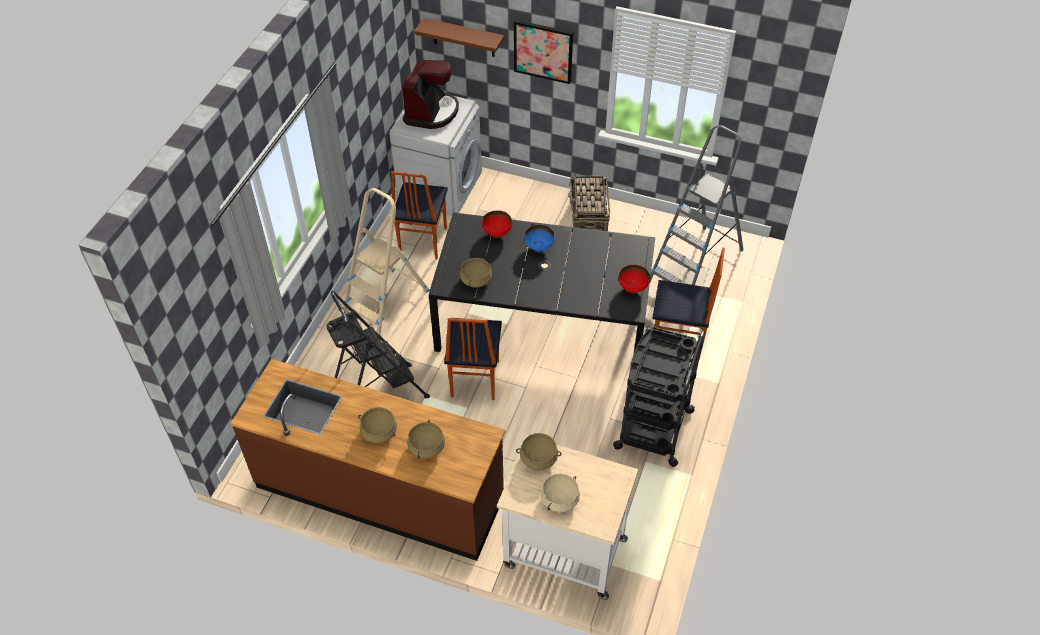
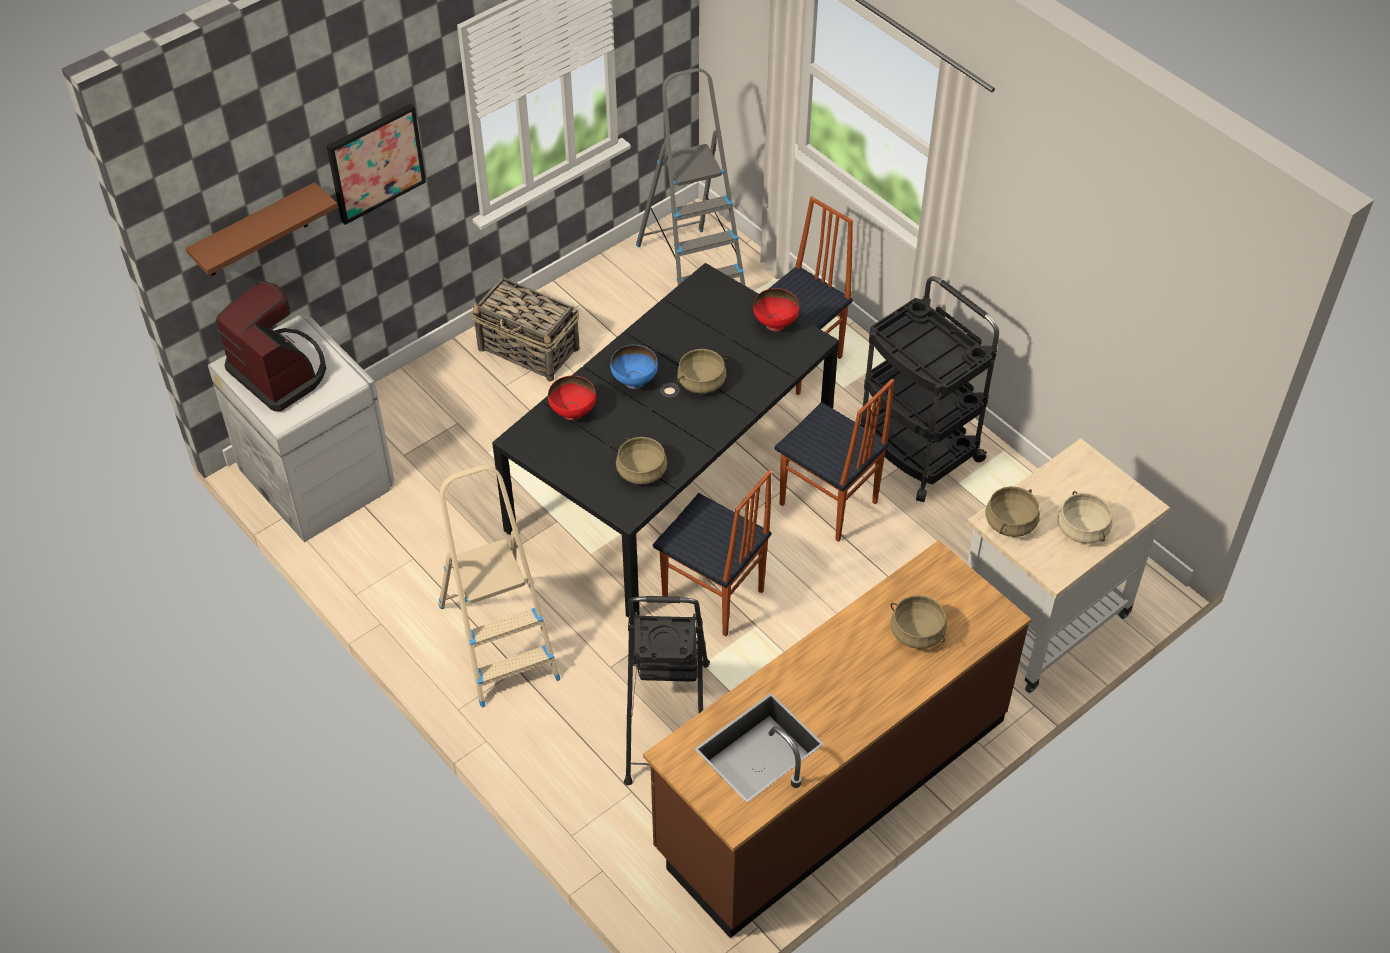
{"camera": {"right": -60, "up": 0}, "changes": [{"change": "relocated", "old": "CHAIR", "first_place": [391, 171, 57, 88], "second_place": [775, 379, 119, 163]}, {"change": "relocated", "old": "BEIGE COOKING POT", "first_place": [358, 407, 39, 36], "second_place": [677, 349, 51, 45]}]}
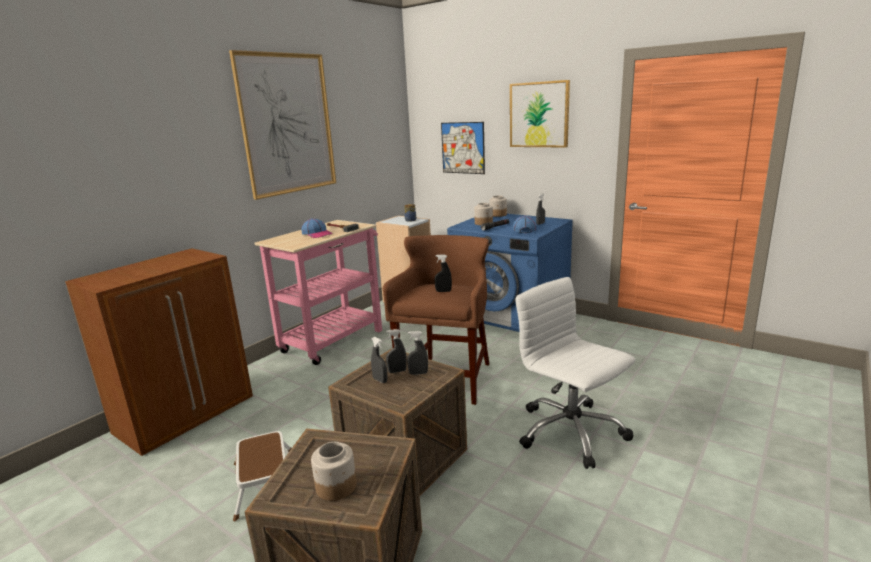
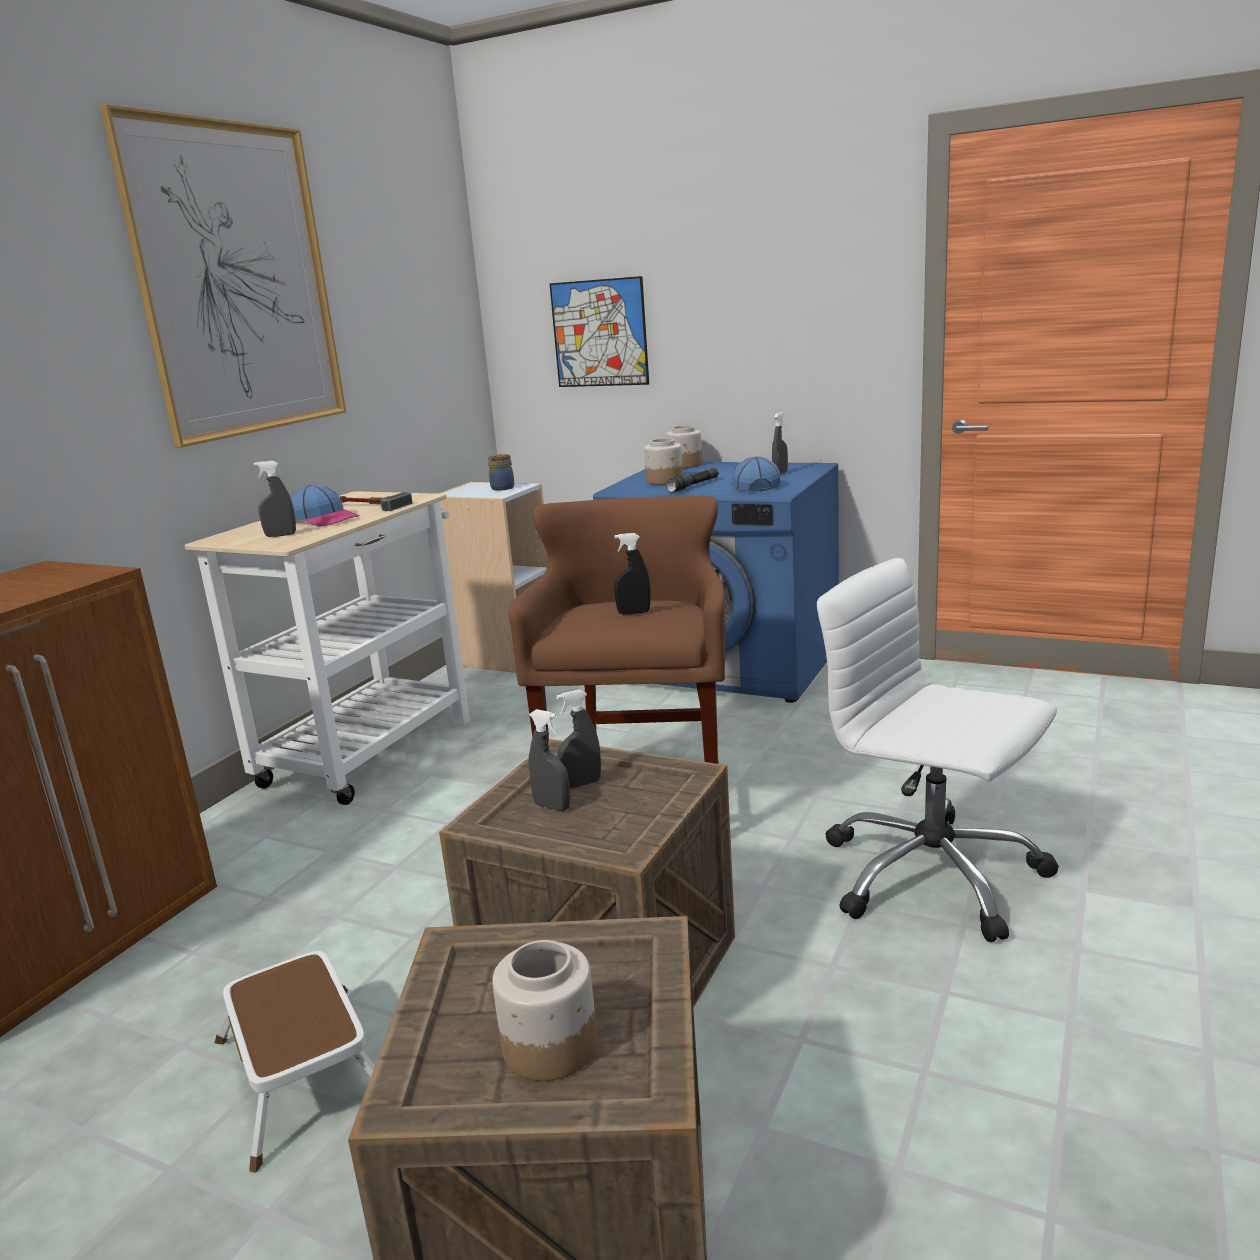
{"camera": {"right": -10, "up": 0}, "changes": [{"change": "missing", "old": "PICTURE", "first_place": [510, 80, 60, 68]}, {"change": "colour", "old": "PINK CART", "new": "WHITE CART", "first_place": [254, 220, 128, 145], "second_place": [184, 491, 286, 314]}, {"change": "relocated", "old": "GREY SPRAY BOTTLE", "first_place": [407, 331, 21, 44], "second_place": [254, 461, 42, 76]}]}
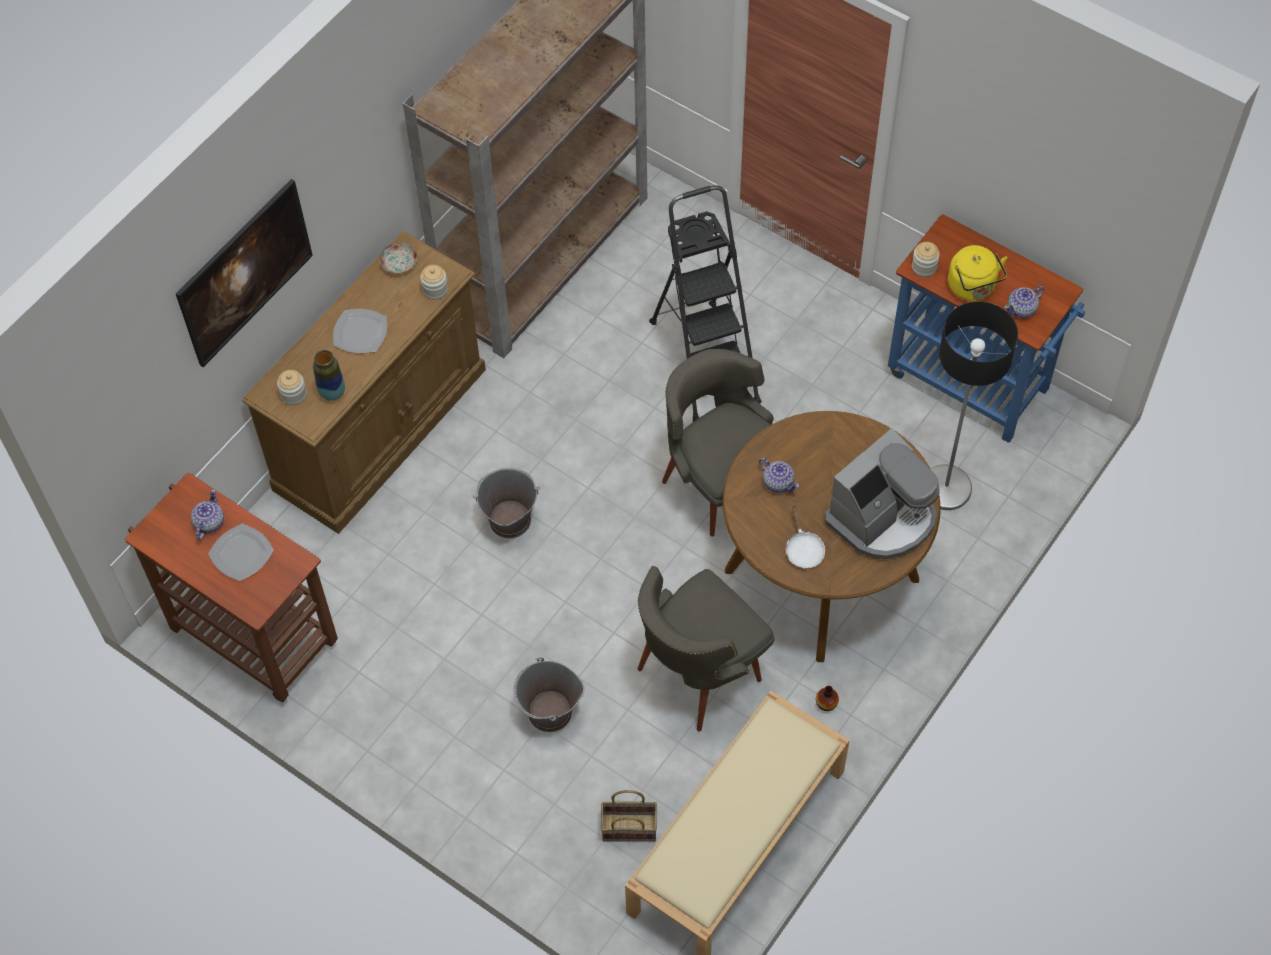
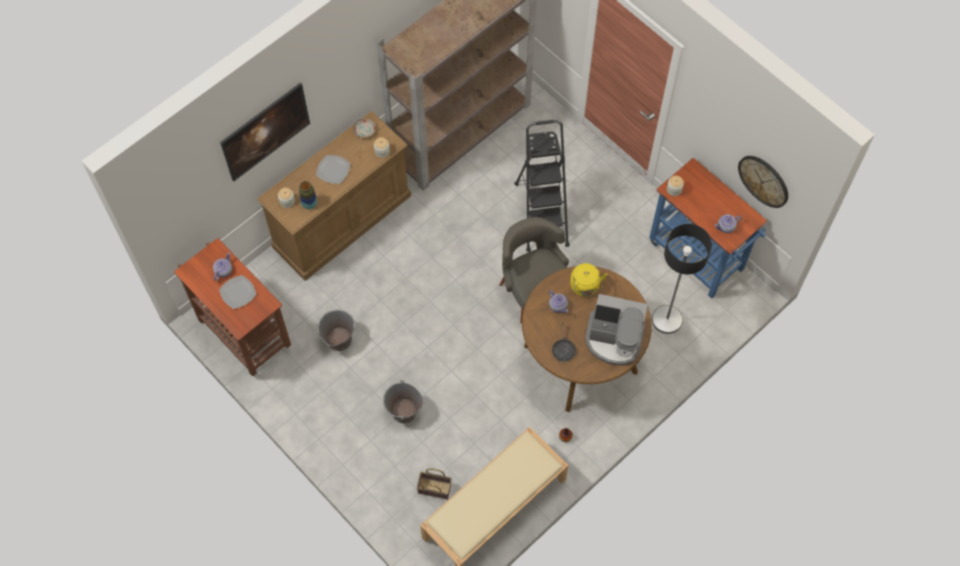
{"camera": {"right": 10, "up": 5}, "changes": [{"change": "relocated", "old": "YELLOW KETTLE", "first_place": [948, 245, 59, 56], "second_place": [570, 263, 37, 34]}, {"change": "spun", "old": "COFFEE MACHINE", "first_place": [825, 428, 115, 131], "second_place": [585, 294, 63, 71], "degrees": 45}, {"change": "relocated", "old": "GREY BUCKET", "first_place": [473, 468, 67, 70], "second_place": [316, 310, 41, 41]}, {"change": "colour", "old": "WHITE FRYING PAN", "new": "BLACK FRYING PAN", "first_place": [786, 506, 39, 63], "second_place": [552, 323, 24, 39]}, {"change": "missing", "old": "GREY CHAIR", "first_place": [637, 566, 137, 166]}, {"change": "appeared", "new": "WALL CLOCK", "second_place": [738, 156, 50, 52]}]}
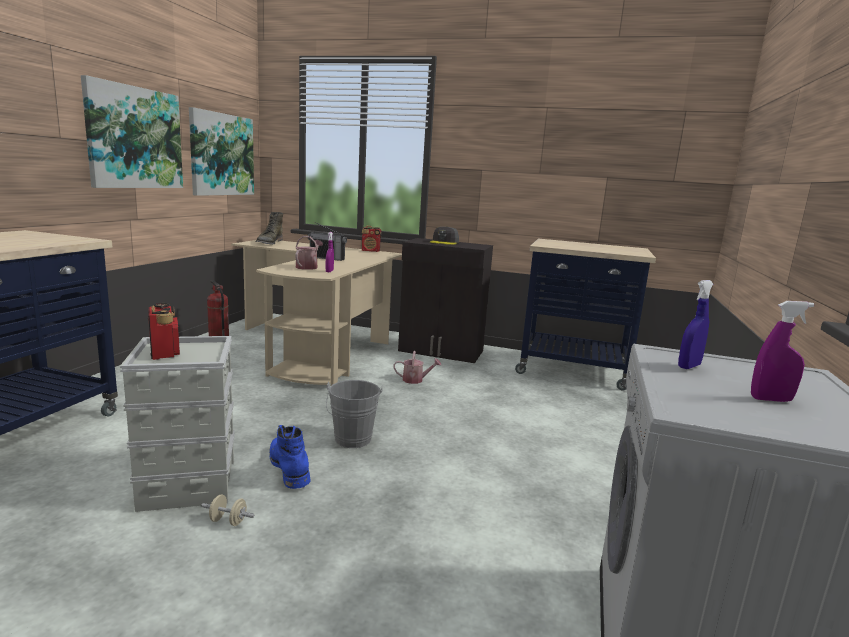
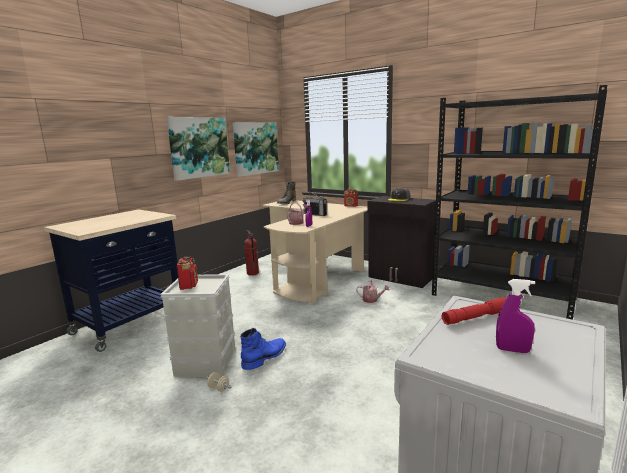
{"camera": {"right": 20, "up": 0}, "changes": [{"change": "exchanged", "old": "BLUE CART", "new": "BLACK BOOKCASE", "first_place": [515, 239, 141, 151], "second_place": [432, 85, 175, 235]}, {"change": "exchanged", "old": "BLUE SPRAY BOTTLE", "new": "RED FLASHLIGHT", "first_place": [678, 280, 35, 89], "second_place": [442, 297, 64, 28]}, {"change": "missing", "old": "GREY BUCKET", "first_place": [326, 380, 56, 68]}, {"change": "spun", "old": "BLUE BOOT", "first_place": [269, 425, 42, 64], "second_place": [240, 328, 46, 42], "degrees": 45}]}
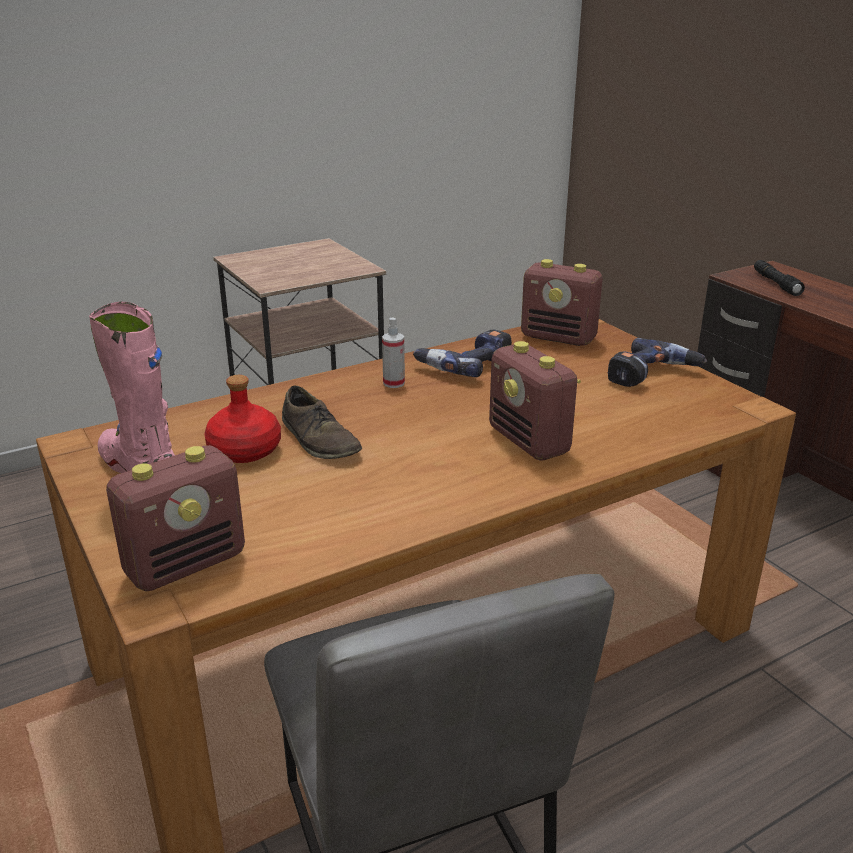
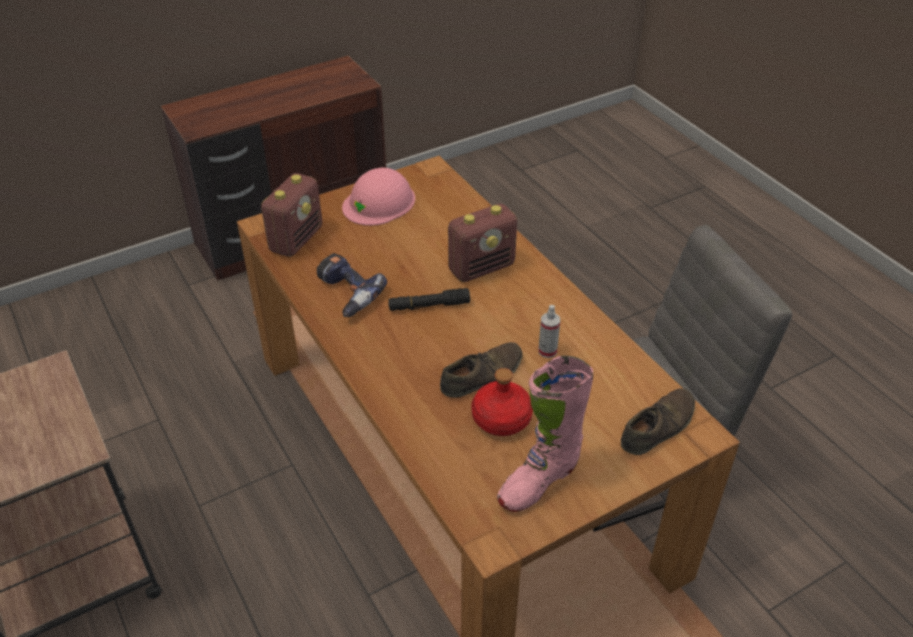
{"camera": {"right": -90, "up": 15}, "changes": [{"change": "relocated", "old": "BLACK FLASHLIGHT", "first_place": [754, 260, 51, 36], "second_place": [389, 288, 81, 23]}, {"change": "relocated", "old": "SPRAY BOTTLE", "first_place": [382, 318, 23, 70], "second_place": [538, 305, 22, 53]}, {"change": "exchanged", "old": "POWER DRILL", "new": "PINK HARD HAT", "first_place": [608, 338, 99, 49], "second_place": [342, 168, 73, 58]}, {"change": "exchanged", "old": "RADIO", "new": "BROWN SHOE", "first_place": [106, 445, 139, 147], "second_place": [621, 388, 74, 67]}]}
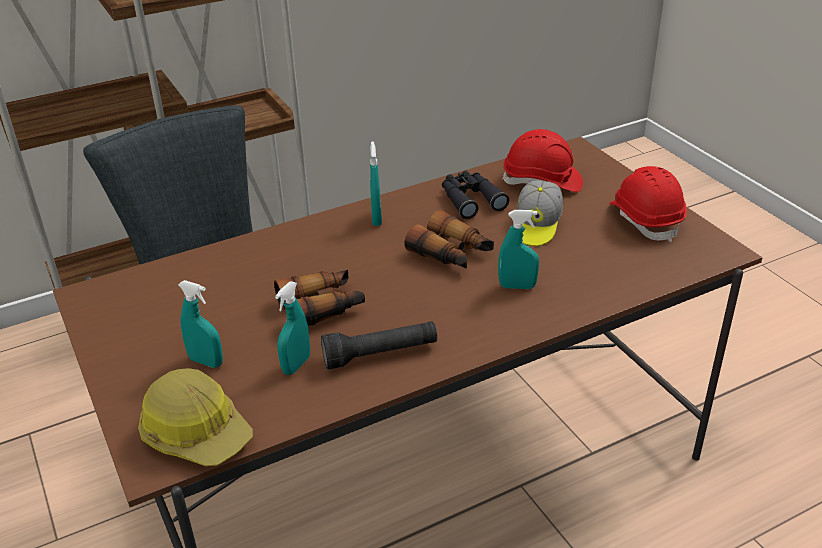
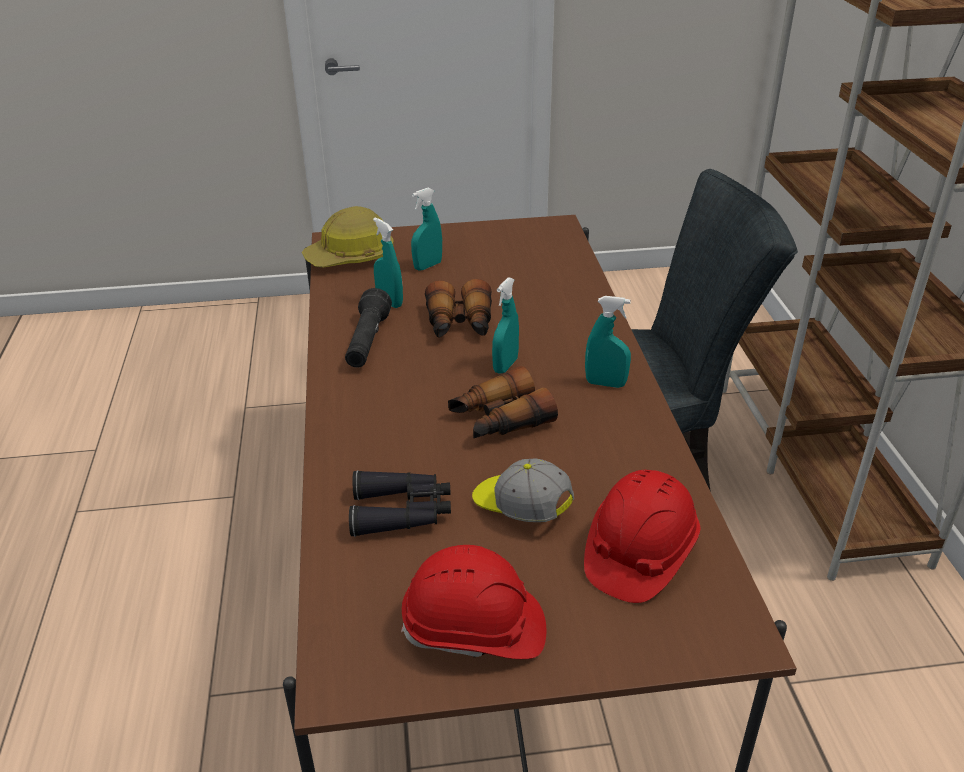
{"camera": {"right": 110, "up": 0}, "changes": [{"change": "relocated", "old": "BLACK BINOCULARS", "first_place": [442, 171, 67, 48], "second_place": [349, 470, 102, 67]}, {"change": "relocated", "old": "TURQUOISE SPRAY BOTTLE", "first_place": [498, 210, 41, 79], "second_place": [492, 277, 27, 97]}]}
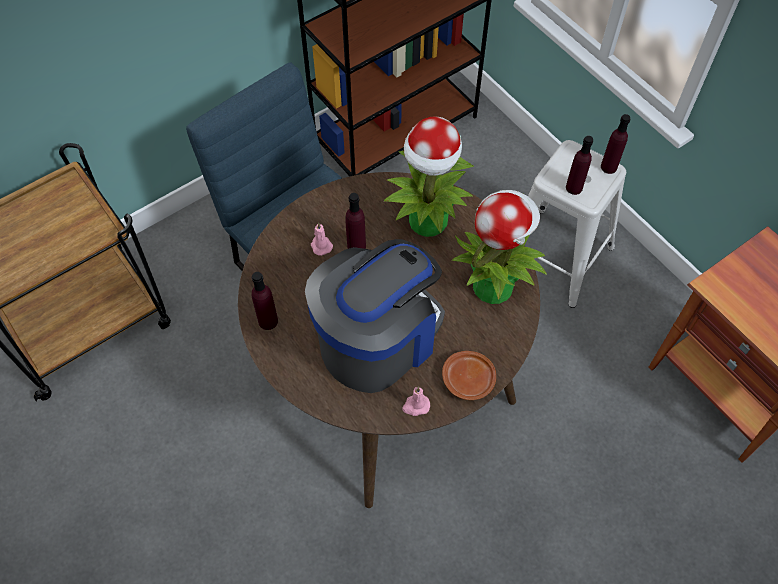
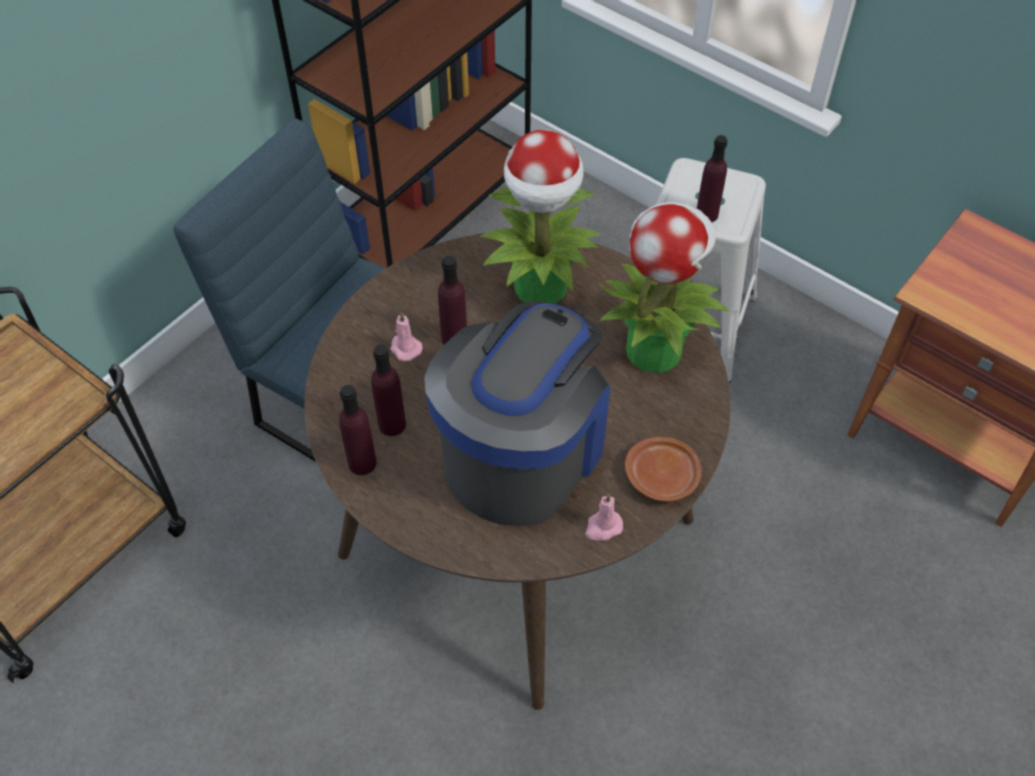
{"camera": {"right": -15, "up": -5}, "changes": [{"change": "relocated", "old": "PURPLE BOTTLE", "first_place": [601, 114, 30, 60], "second_place": [371, 345, 35, 91]}]}
